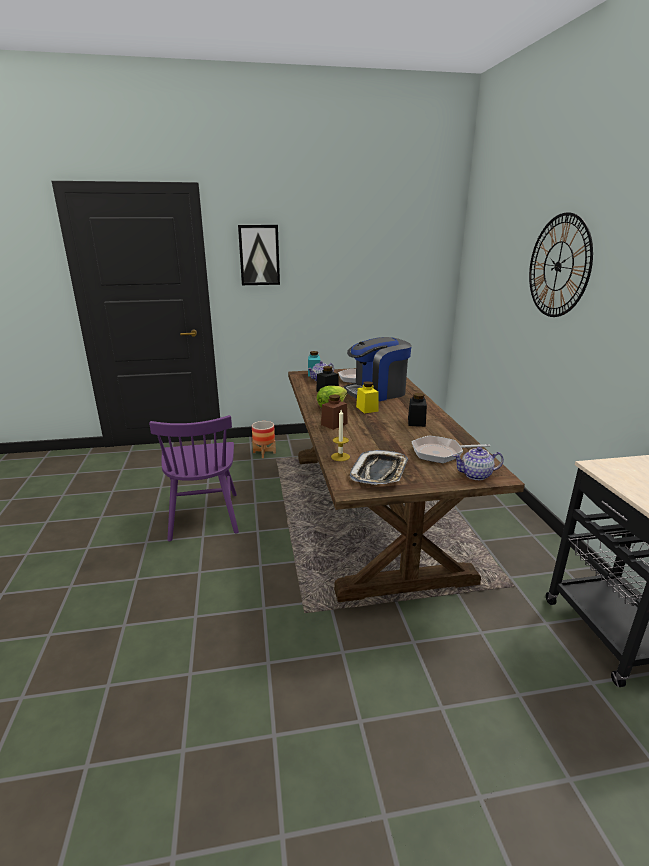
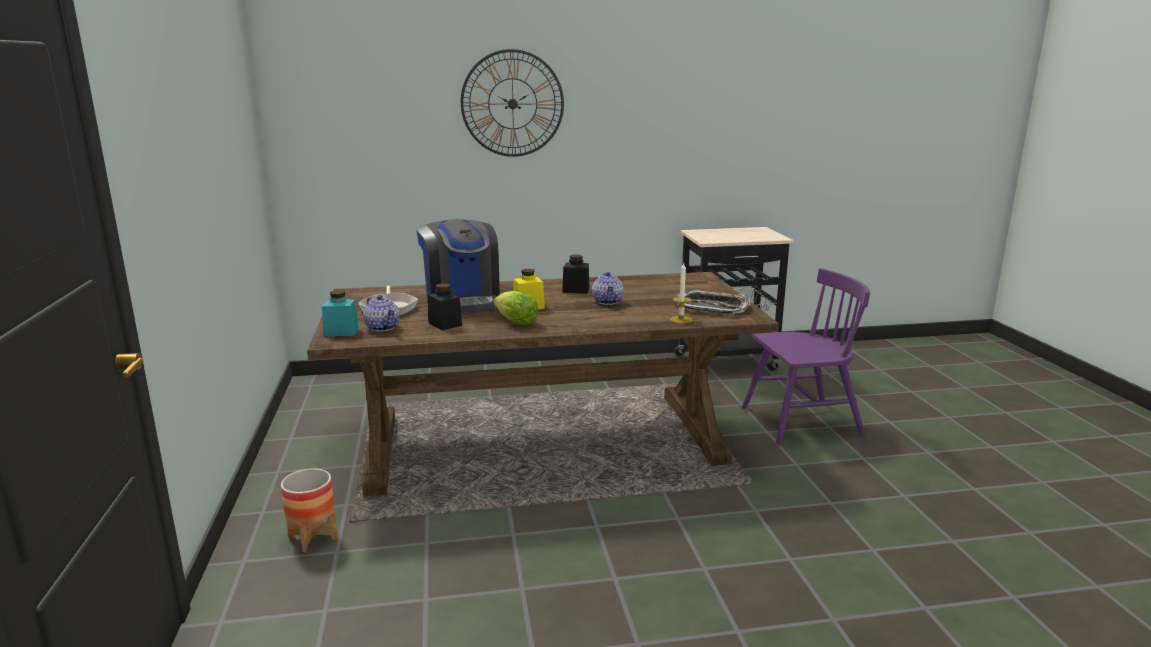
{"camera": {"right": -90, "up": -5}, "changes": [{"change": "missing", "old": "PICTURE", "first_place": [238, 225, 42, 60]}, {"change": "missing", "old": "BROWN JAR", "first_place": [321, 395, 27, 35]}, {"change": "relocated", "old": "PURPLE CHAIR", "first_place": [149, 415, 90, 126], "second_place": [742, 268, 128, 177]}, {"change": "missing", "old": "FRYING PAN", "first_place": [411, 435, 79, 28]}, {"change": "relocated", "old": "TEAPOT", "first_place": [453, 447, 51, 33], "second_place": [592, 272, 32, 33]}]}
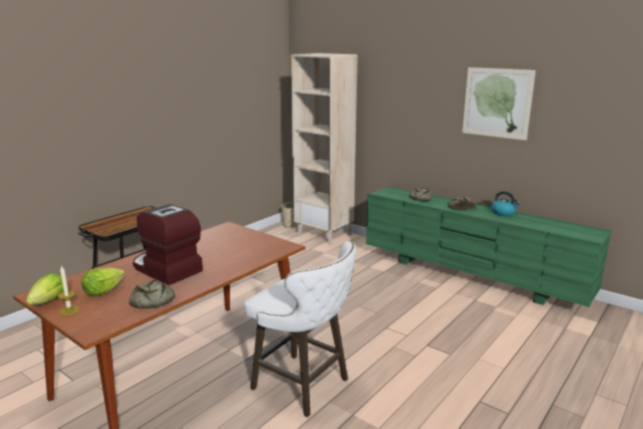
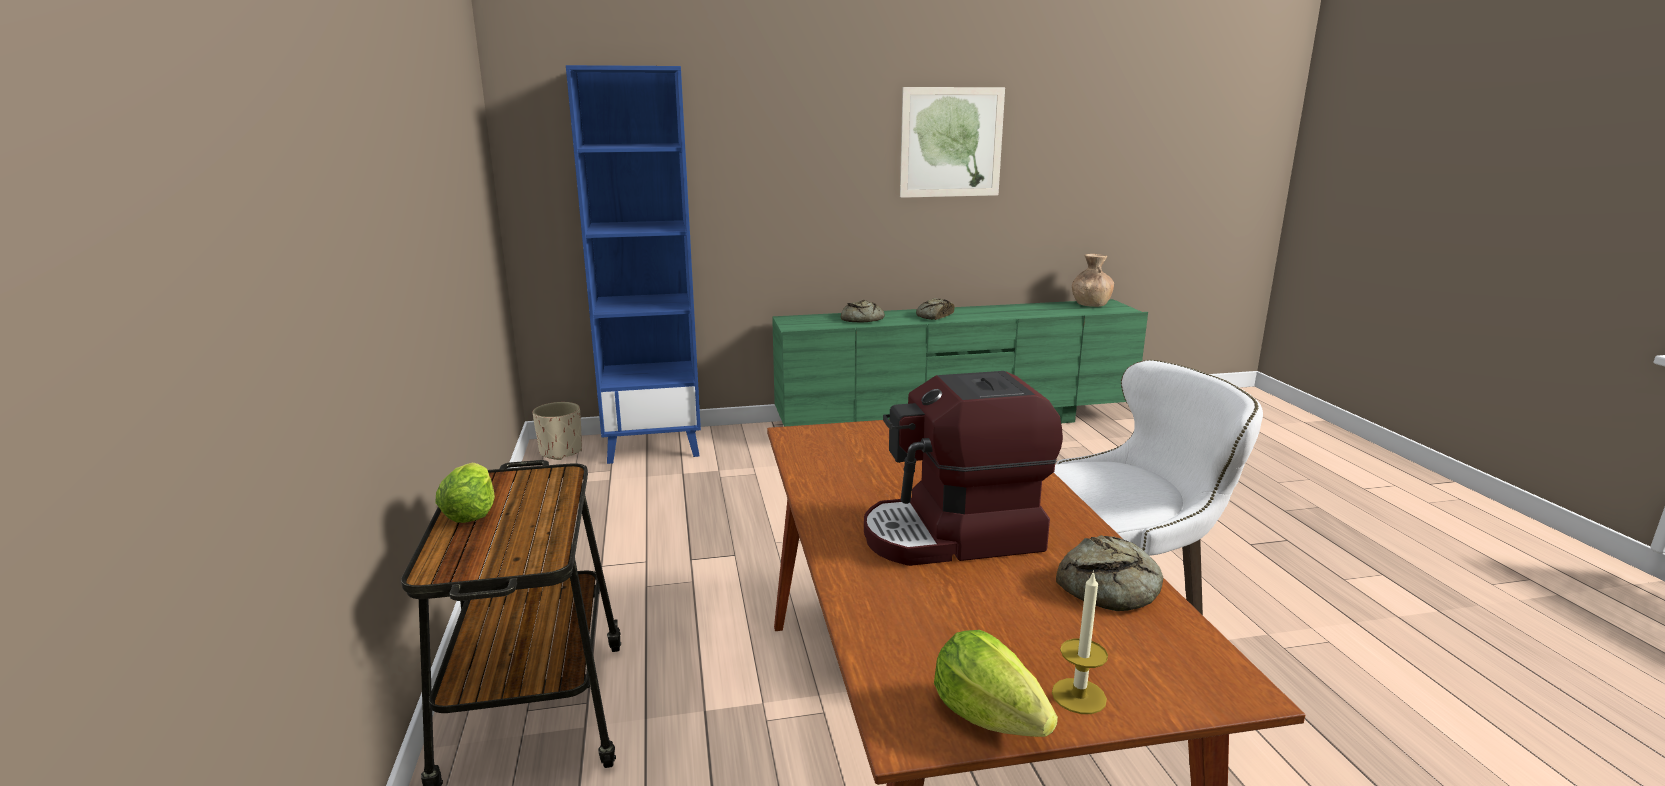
{"camera": {"right": -50, "up": 0}, "changes": [{"change": "colour", "old": "BEIGE BOOKCASE", "new": "BLUE BOOKCASE", "first_place": [291, 53, 67, 192], "second_place": [566, 65, 135, 399]}, {"change": "missing", "old": "KETTLE", "first_place": [491, 191, 29, 25]}, {"change": "relocated", "old": "LETTUCE", "first_place": [81, 268, 44, 28], "second_place": [435, 463, 60, 60]}, {"change": "appeared", "new": "BROWN VASE", "second_place": [1072, 254, 42, 53]}]}
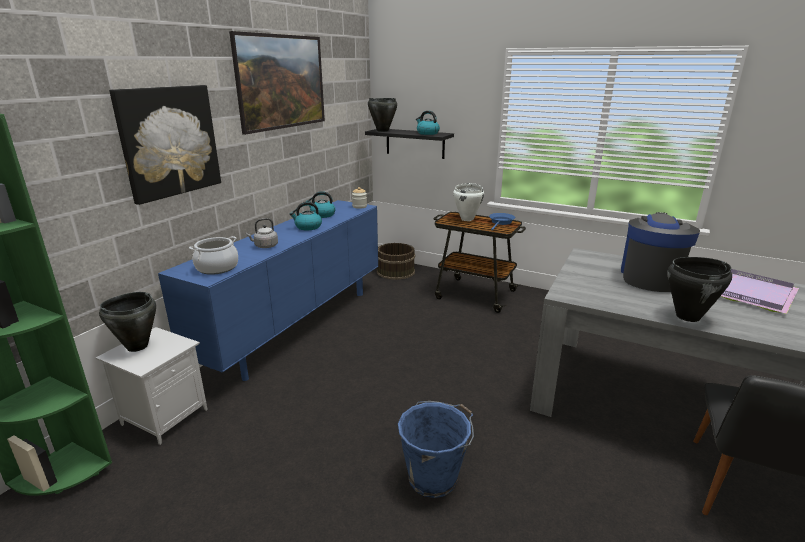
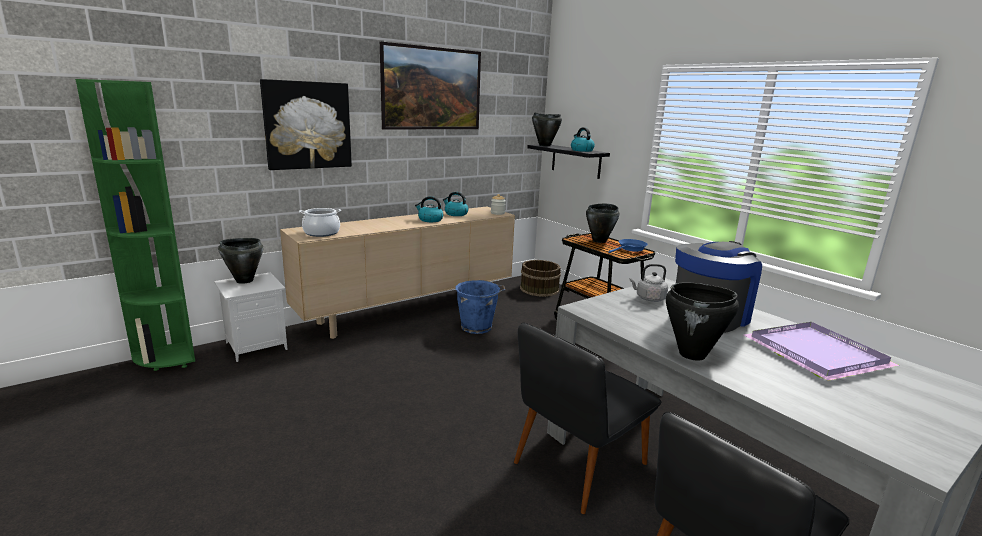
{"camera": {"right": 25, "up": -5}, "changes": [{"change": "colour", "old": "WHITE COOKING POT", "new": "BLACK COOKING POT", "first_place": [453, 183, 31, 38], "second_place": [586, 204, 33, 39]}, {"change": "colour", "old": "BLUE CABINET", "new": "BEIGE CABINET", "first_place": [158, 200, 220, 181], "second_place": [280, 207, 235, 132]}, {"change": "relocated", "old": "GREY KETTLE", "first_place": [246, 218, 32, 30], "second_place": [629, 264, 39, 38]}, {"change": "relocated", "old": "BLUE BUCKET", "first_place": [398, 401, 76, 97], "second_place": [455, 280, 51, 54]}, {"change": "appeared", "new": "BLACK CHAIR", "second_place": [514, 322, 147, 192]}]}
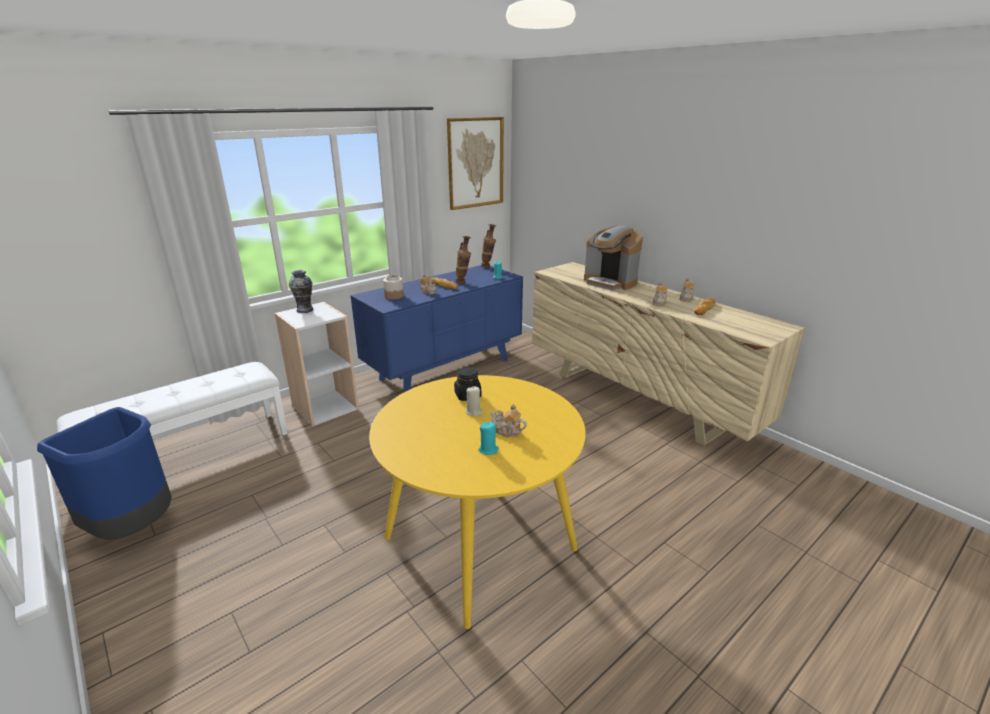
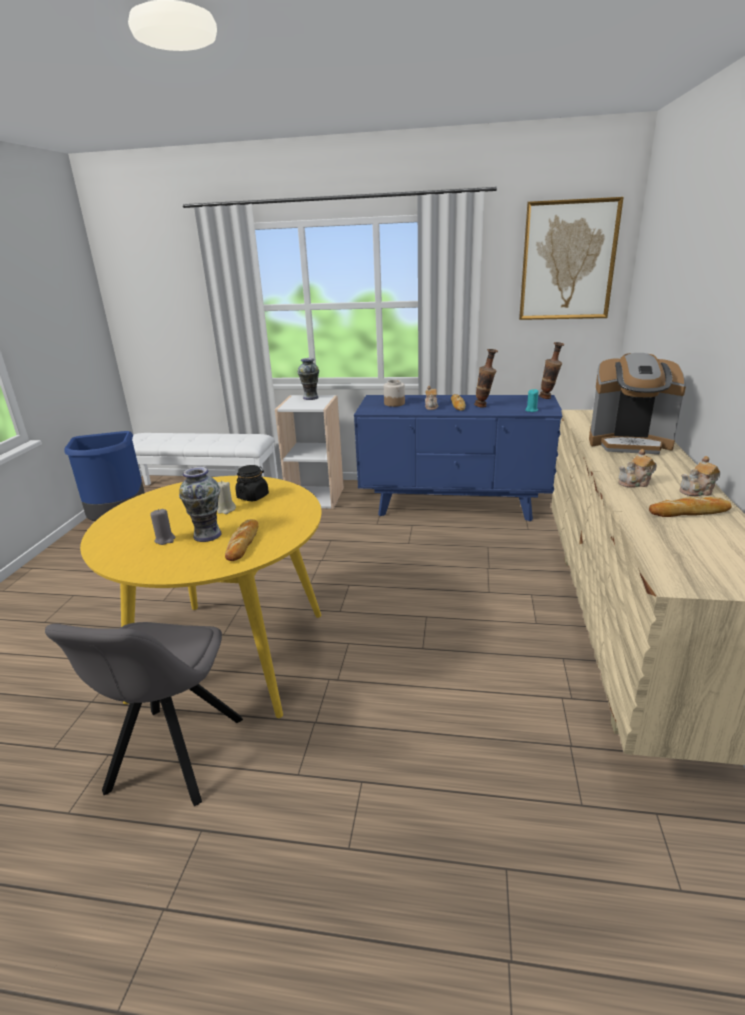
{"camera": {"right": 50, "up": 0}, "changes": [{"change": "spun", "old": "COFFEE MACHINE", "first_place": [584, 225, 59, 65], "second_place": [589, 353, 97, 101], "degrees": -75}, {"change": "exchanged", "old": "TEAPOT", "new": "VASE", "first_place": [490, 404, 37, 34], "second_place": [179, 467, 43, 75]}, {"change": "colour", "old": "TURQUOISE CANDLE", "new": "GREY CANDLE", "first_place": [478, 422, 21, 33], "second_place": [150, 509, 25, 36]}, {"change": "appeared", "new": "BREAD", "second_place": [225, 519, 34, 42]}, {"change": "appeared", "new": "GREY CHAIR", "second_place": [45, 622, 198, 184]}]}
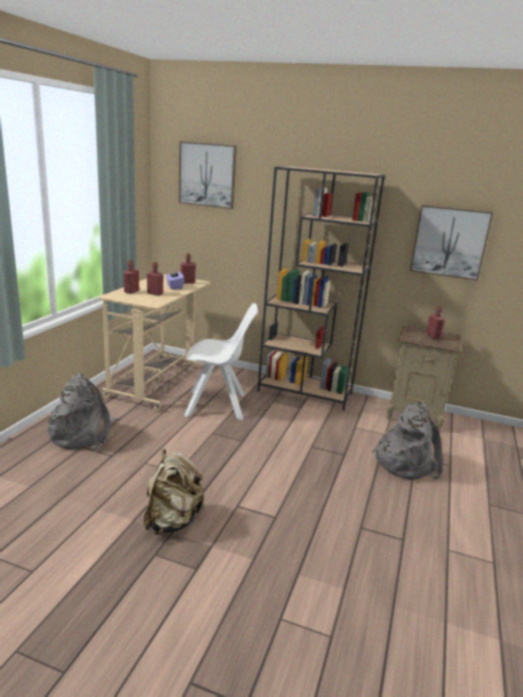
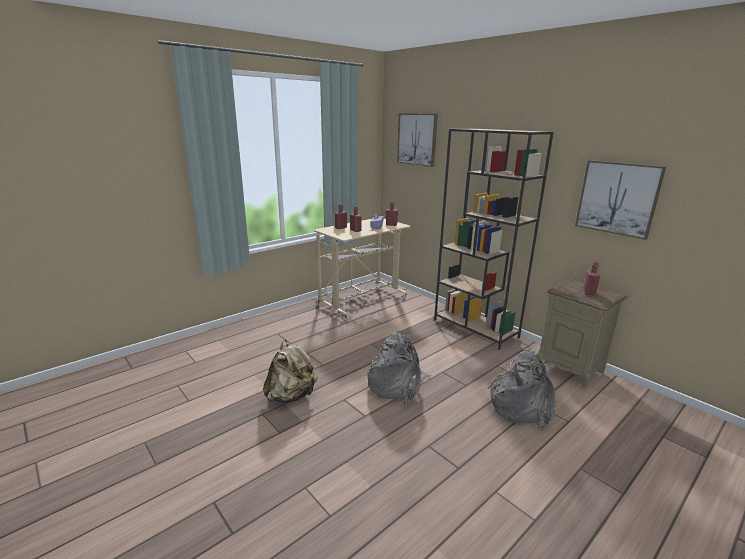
{"camera": {"right": 30, "up": 0}, "changes": [{"change": "missing", "old": "WHITE CHAIR", "first_place": [184, 303, 74, 117]}, {"change": "relocated", "old": "GREY BACKPACK", "first_place": [48, 373, 70, 77], "second_place": [367, 331, 64, 73]}]}
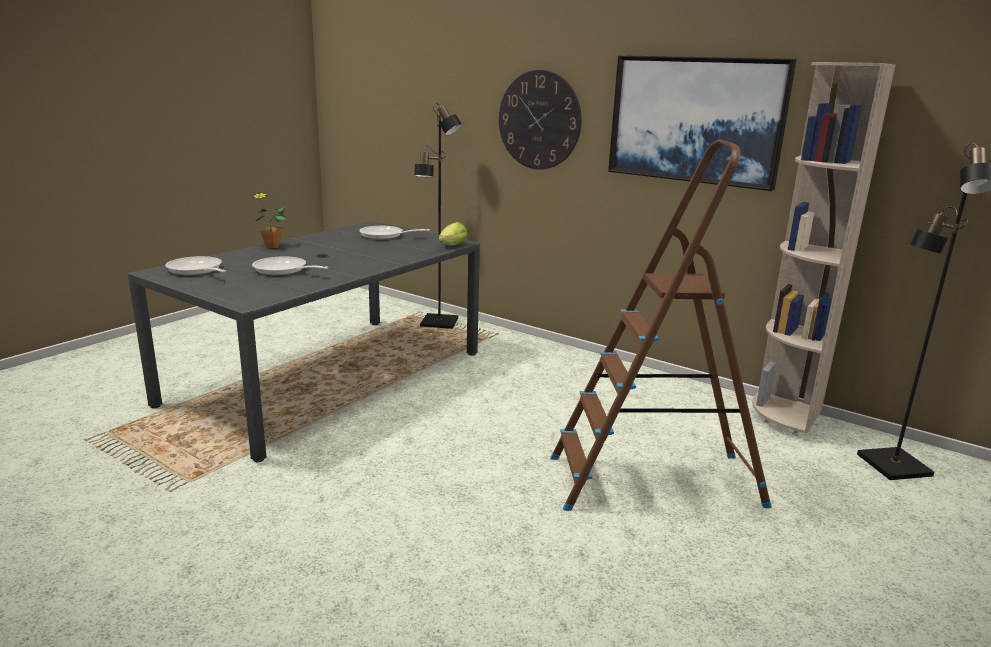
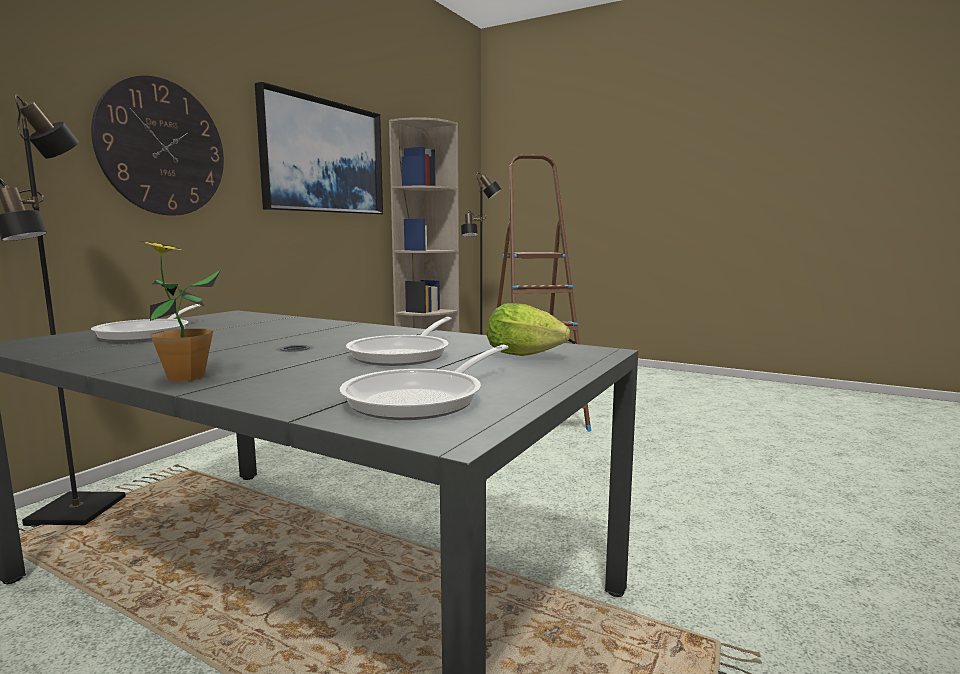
{"camera": {"right": -95, "up": -10}, "changes": [{"change": "relocated", "old": "LETTUCE", "first_place": [439, 222, 29, 24], "second_place": [487, 303, 83, 53]}]}
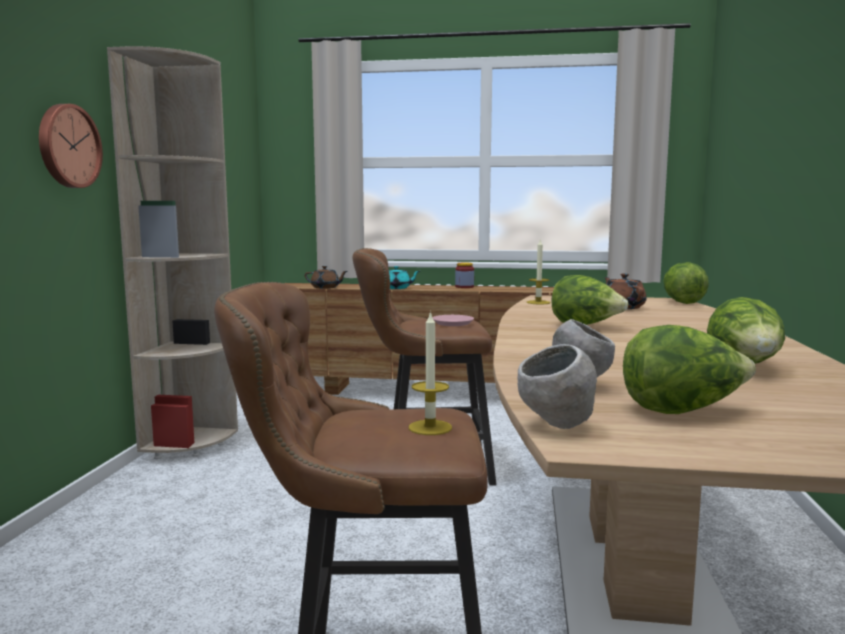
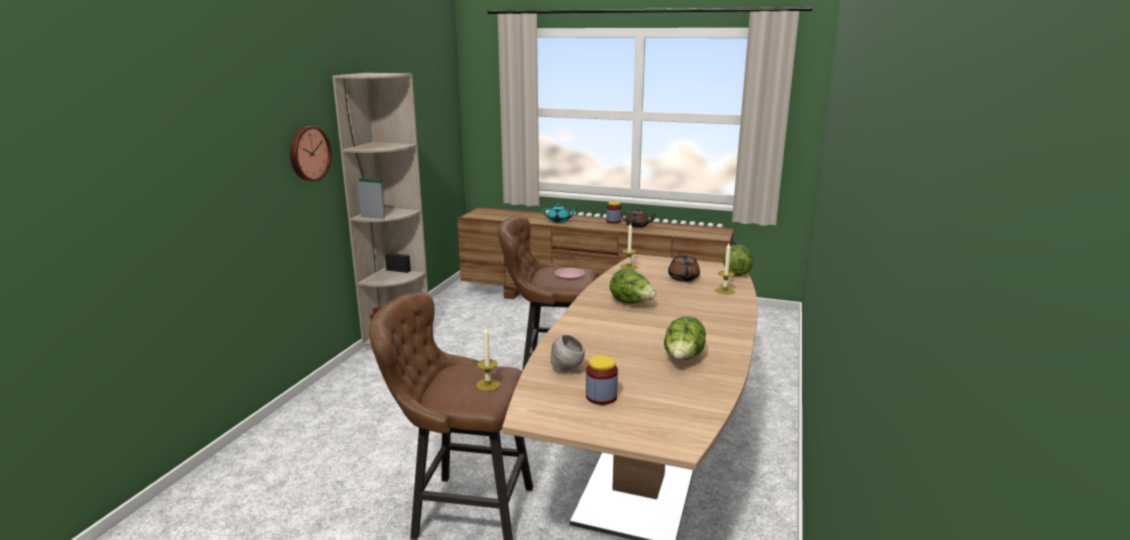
{"camera": {"right": 10, "up": 10}, "changes": [{"change": "relocated", "old": "BROWN TEAPOT", "first_place": [305, 266, 42, 23], "second_place": [621, 208, 35, 20]}, {"change": "exchanged", "old": "LETTUCE", "new": "JAR", "first_place": [623, 325, 133, 89], "second_place": [586, 356, 32, 49]}, {"change": "missing", "old": "GREY BOWL", "first_place": [518, 344, 79, 85]}, {"change": "appeared", "new": "CANDLE", "second_place": [715, 243, 20, 51]}]}
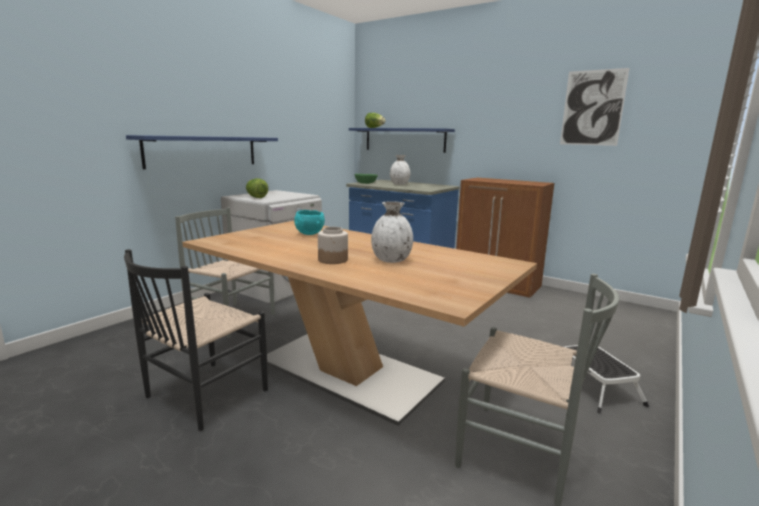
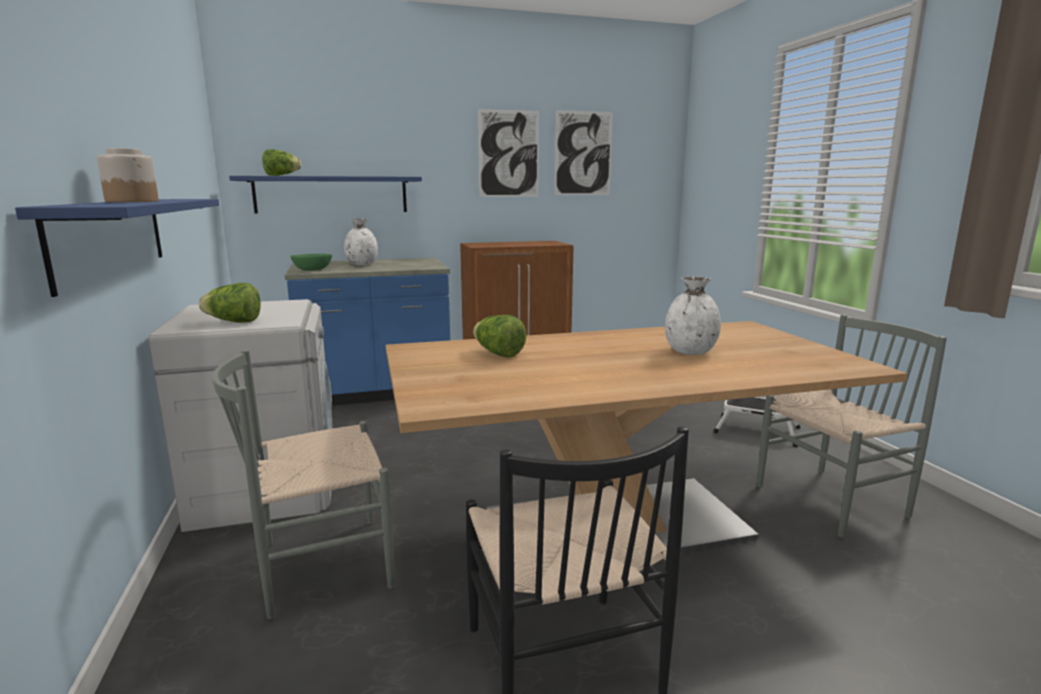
{"camera": {"right": -50, "up": 0}, "changes": [{"change": "exchanged", "old": "TURQUOISE BOWL", "new": "LETTUCE", "first_place": [294, 210, 31, 25], "second_place": [473, 315, 53, 43]}, {"change": "relocated", "old": "JAR", "first_place": [318, 227, 30, 37], "second_place": [97, 148, 62, 54]}, {"change": "appeared", "new": "PICTURE", "second_place": [478, 109, 61, 88]}]}
